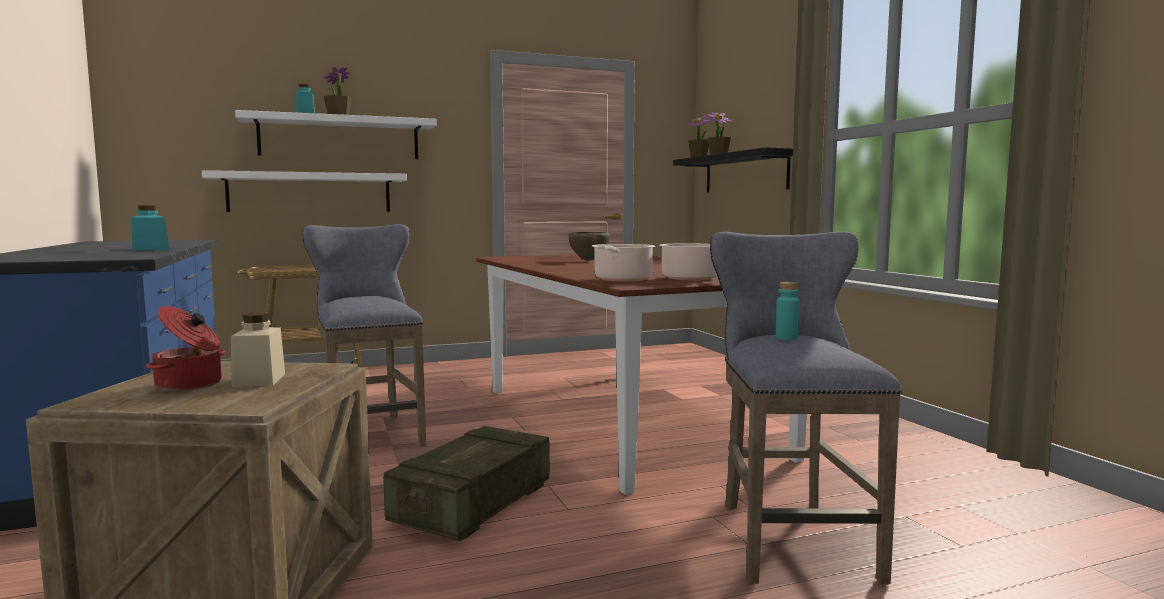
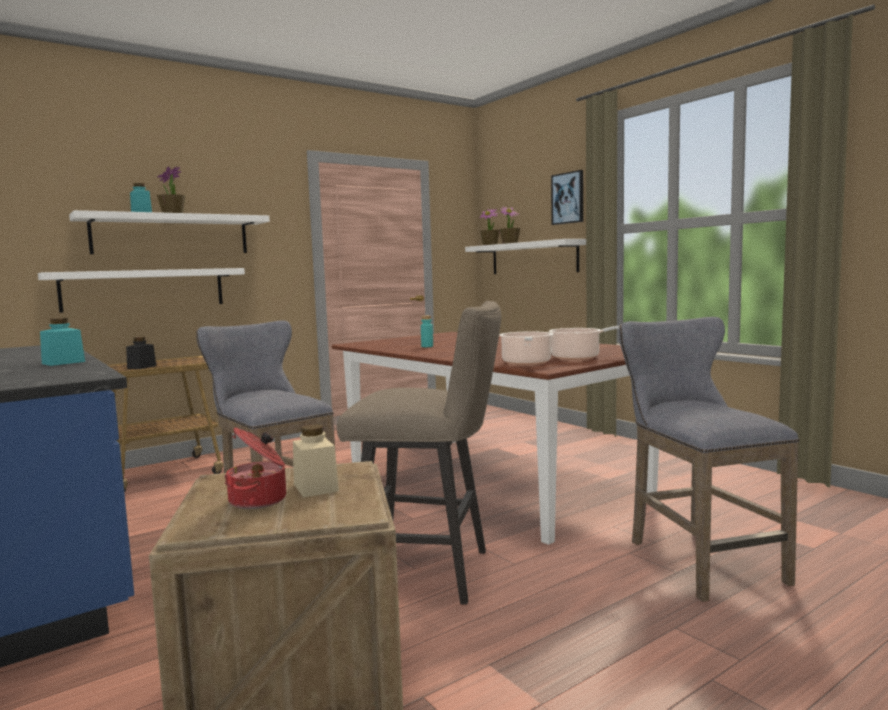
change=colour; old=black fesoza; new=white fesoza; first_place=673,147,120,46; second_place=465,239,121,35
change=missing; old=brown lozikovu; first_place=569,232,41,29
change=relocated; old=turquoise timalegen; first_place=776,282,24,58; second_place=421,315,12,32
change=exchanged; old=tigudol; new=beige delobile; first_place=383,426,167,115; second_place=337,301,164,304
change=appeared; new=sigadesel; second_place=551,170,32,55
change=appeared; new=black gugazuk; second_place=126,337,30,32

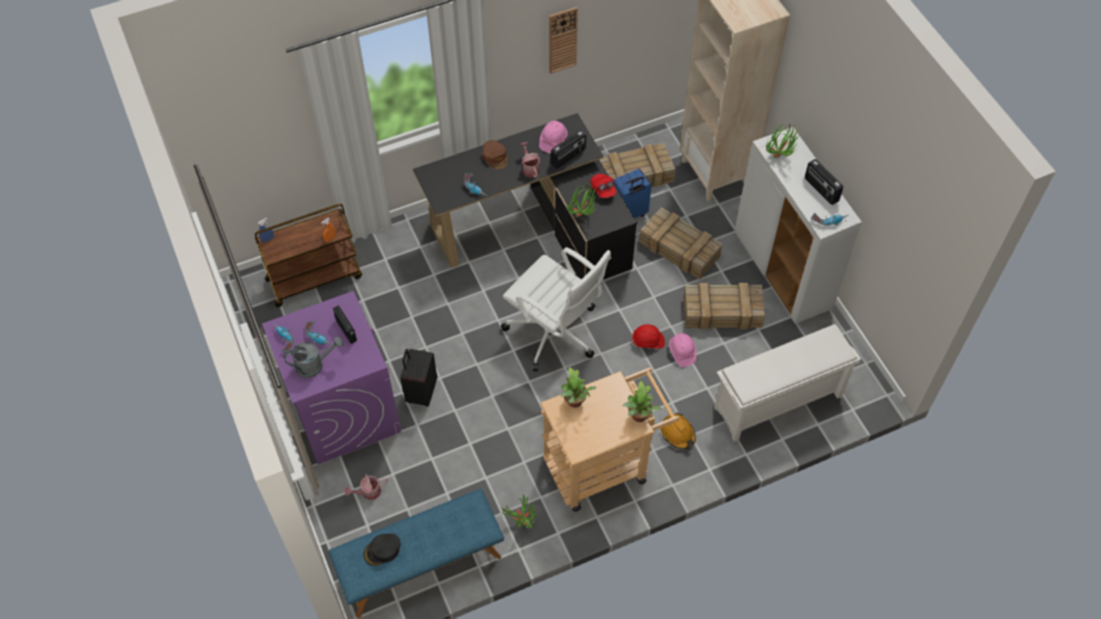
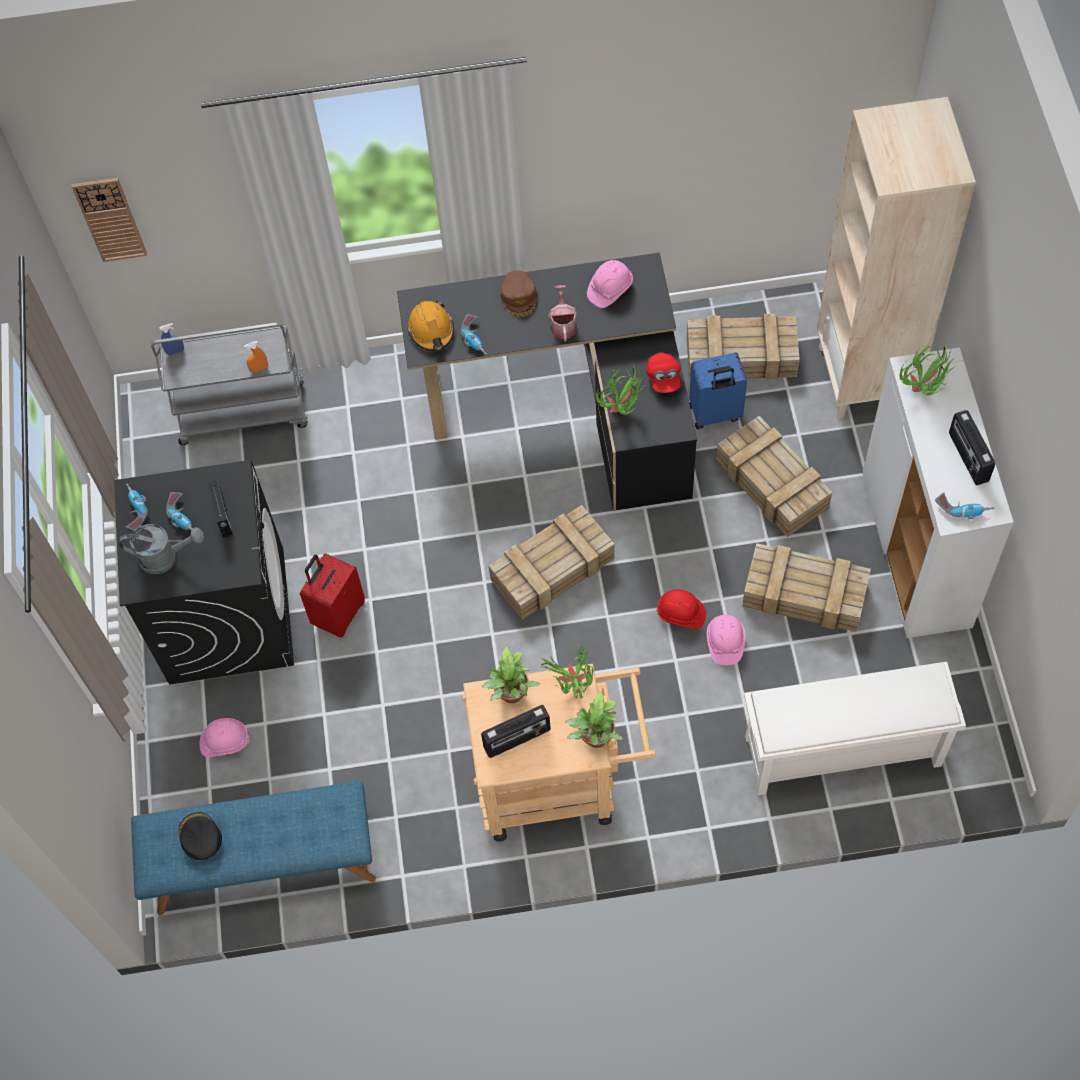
change=relocated; old=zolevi; first_place=549,7,29,67; second_place=72,178,75,84
change=relocated; old=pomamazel; first_place=551,130,35,39; second_place=481,705,70,53
change=colour; old=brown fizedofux; new=grey fizedofux; first_place=255,204,107,103; second_place=151,323,157,122
change=exchanged; old=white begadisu; new=tigudol; first_place=501,247,110,124; second_place=489,505,126,115
change=colour; old=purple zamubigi; new=black zamubigi; first_place=262,291,139,173; second_place=114,460,180,225
change=colour; old=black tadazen; new=red tadazen; first_place=401,349,36,58; second_place=300,553,65,85
change=relocated; old=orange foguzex; first_place=661,412,35,37; second_place=408,300,46,51
change=exchanged; old=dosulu; new=pink foguzex; first_place=345,474,43,26; second_place=200,718,50,39
change=relocated; old=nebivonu; first_place=501,494,35,35; second_place=540,645,54,53
change=spun; old=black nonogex; first_place=363,534,38,32; second_place=179,812,43,48; degrees=75

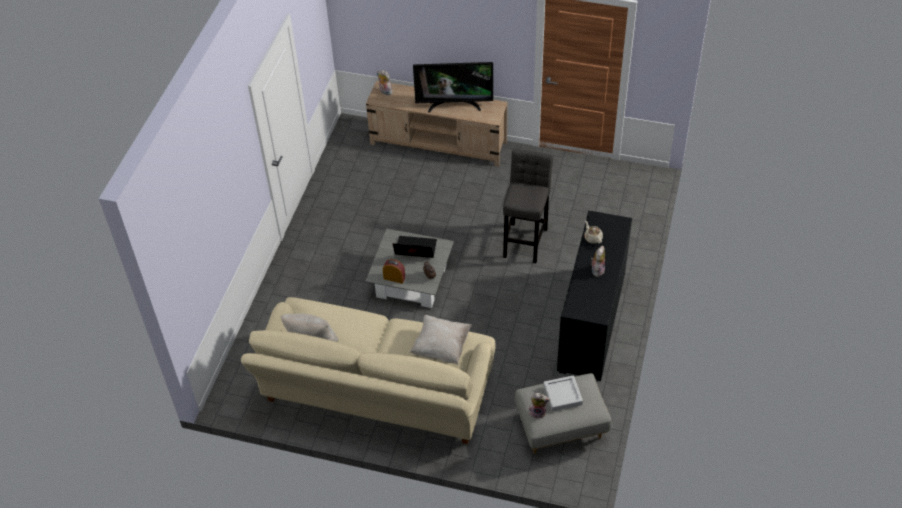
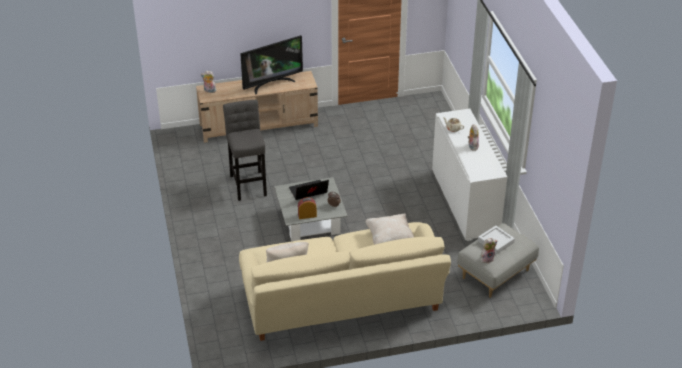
change=relocated; old=grey delobile; first_place=503,149,50,114; second_place=223,100,44,101
change=colour; old=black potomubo; new=white potomubo; first_place=557,211,75,170; second_place=432,108,75,133

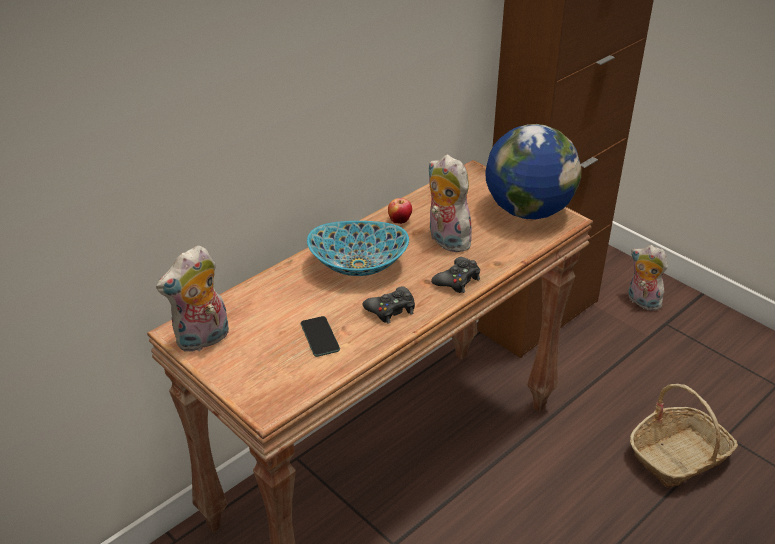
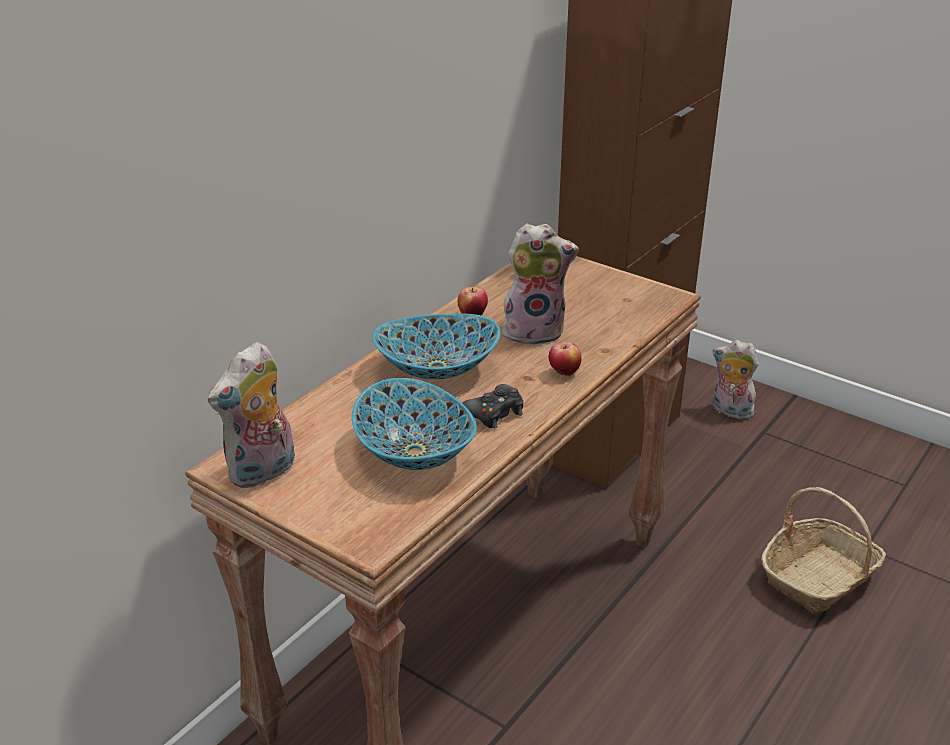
change=missing; old=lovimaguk; first_place=485,124,96,95
change=spun; old=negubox; first_place=428,154,44,98; second_place=503,224,76,121; degrees=135
change=exchanged; old=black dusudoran; new=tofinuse; first_place=431,257,49,36; second_place=549,342,33,34
change=exchanged; old=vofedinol; new=lozikovu; first_place=301,316,39,41; second_place=352,378,125,92

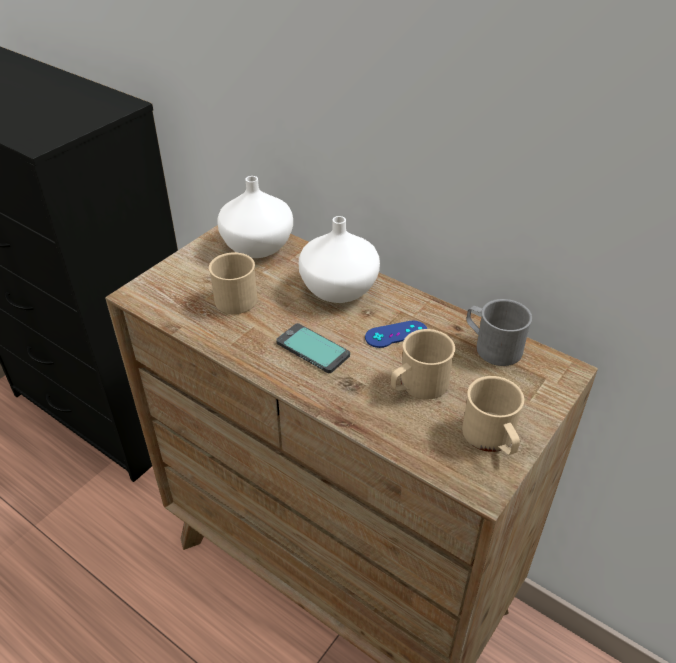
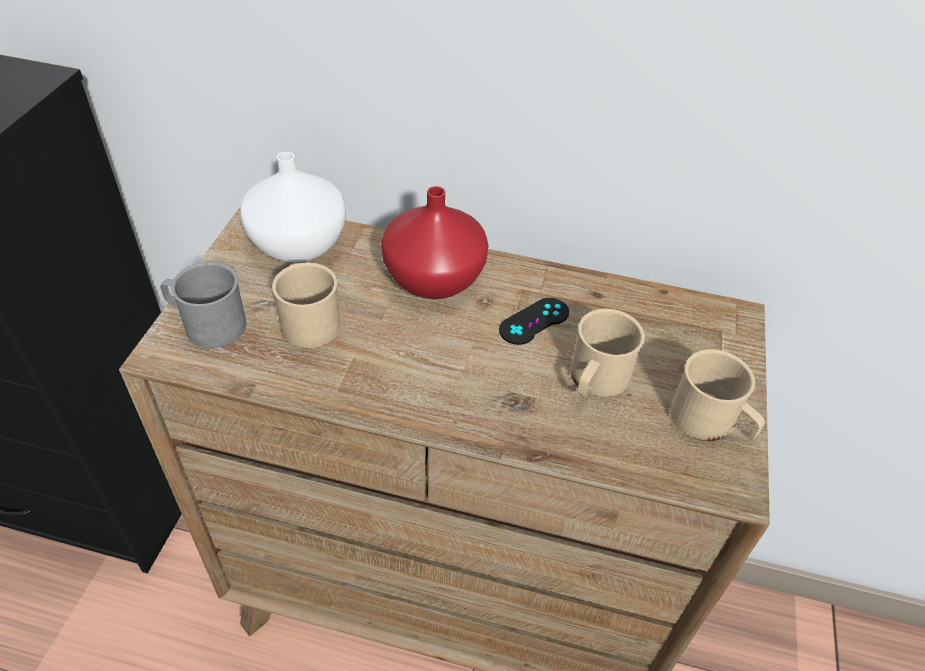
change=colour; old=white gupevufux; new=red gupevufux; first_place=299,216,81,87; second_place=381,186,107,113
change=relocated; old=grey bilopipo; first_place=466,299,66,67; second_place=160,262,86,86
change=colour; old=blue dusudoran; new=black dusudoran; first_place=365,321,62,27; second_place=499,298,70,47
change=missing; old=vofedinol; first_place=276,323,74,50

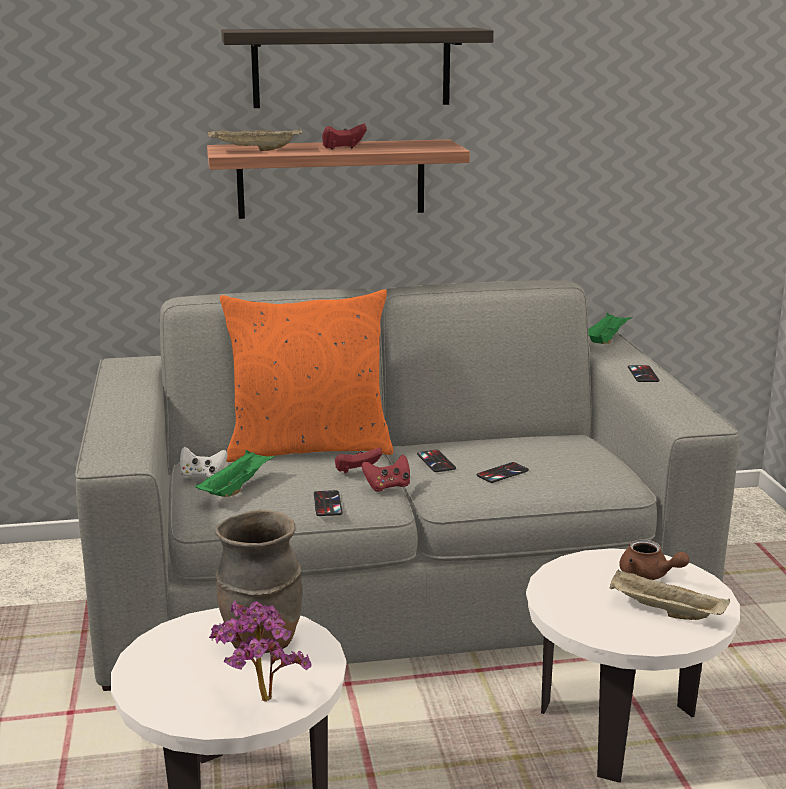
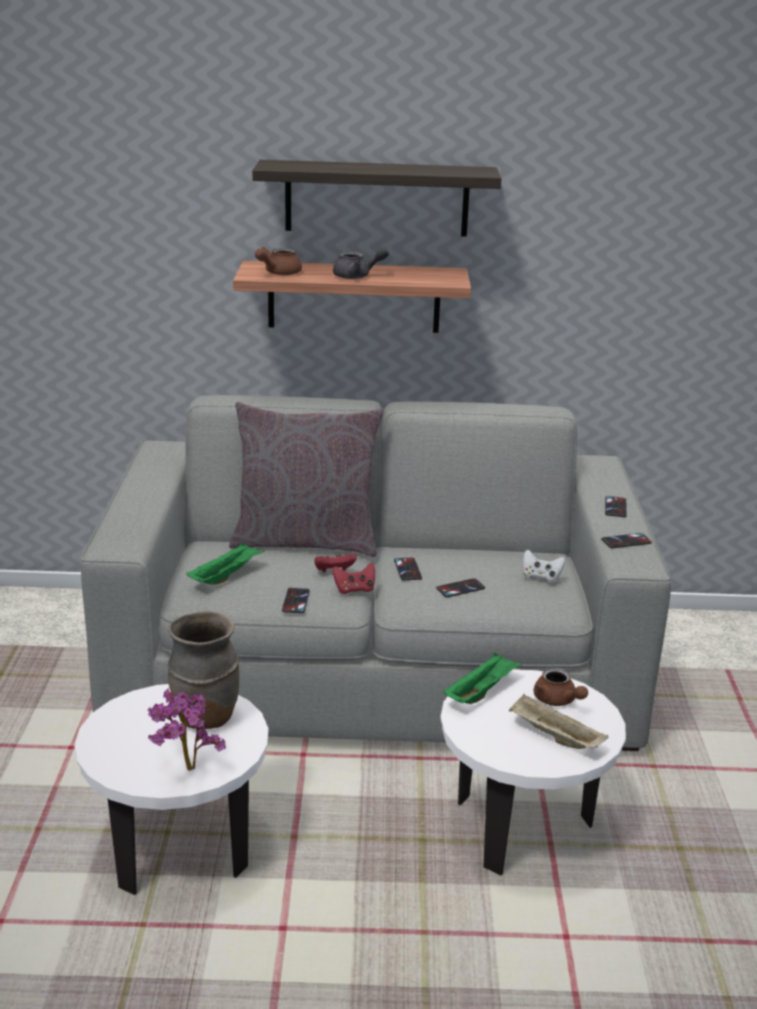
change=exchanged; old=red dusudoran; new=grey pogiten; first_place=322,124,45,26; second_place=333,247,56,32
change=exchanged; old=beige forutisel; new=brown pogiten; first_place=208,127,95,24; second_place=255,247,47,28
change=colour; old=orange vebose; new=grey vebose; first_place=220,289,173,173; second_place=229,402,155,155
change=relocated; old=green forutisel; first_place=588,312,45,32; second_place=443,653,79,51
change=relocated; old=white dusudoran; first_place=180,447,48,31; second_place=523,550,42,32
change=appeared; new=vofedinol; second_place=601,533,51,15

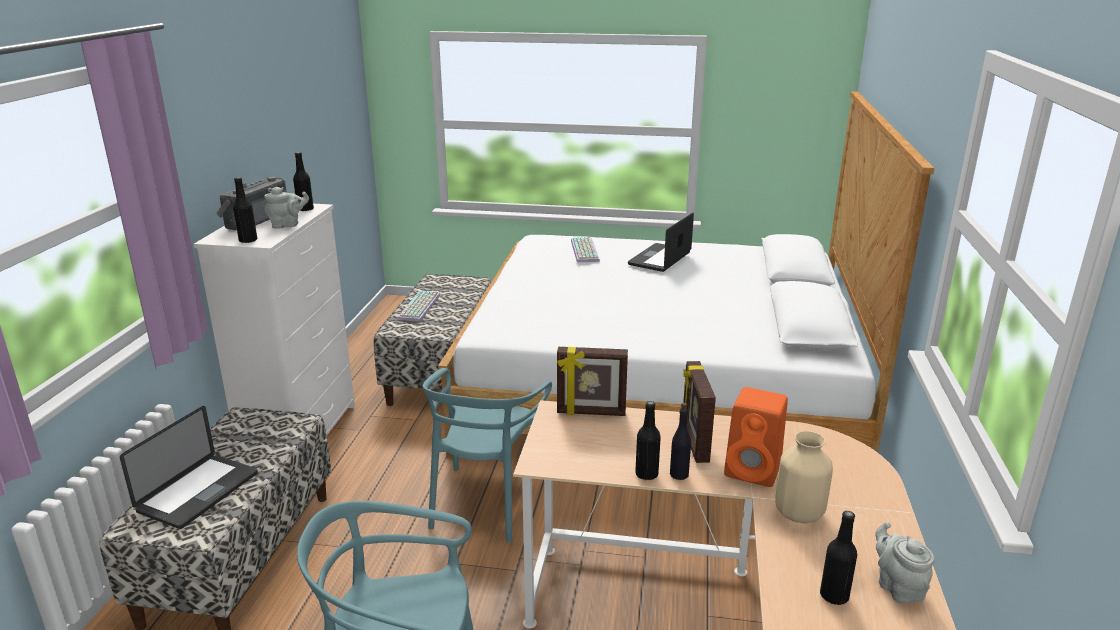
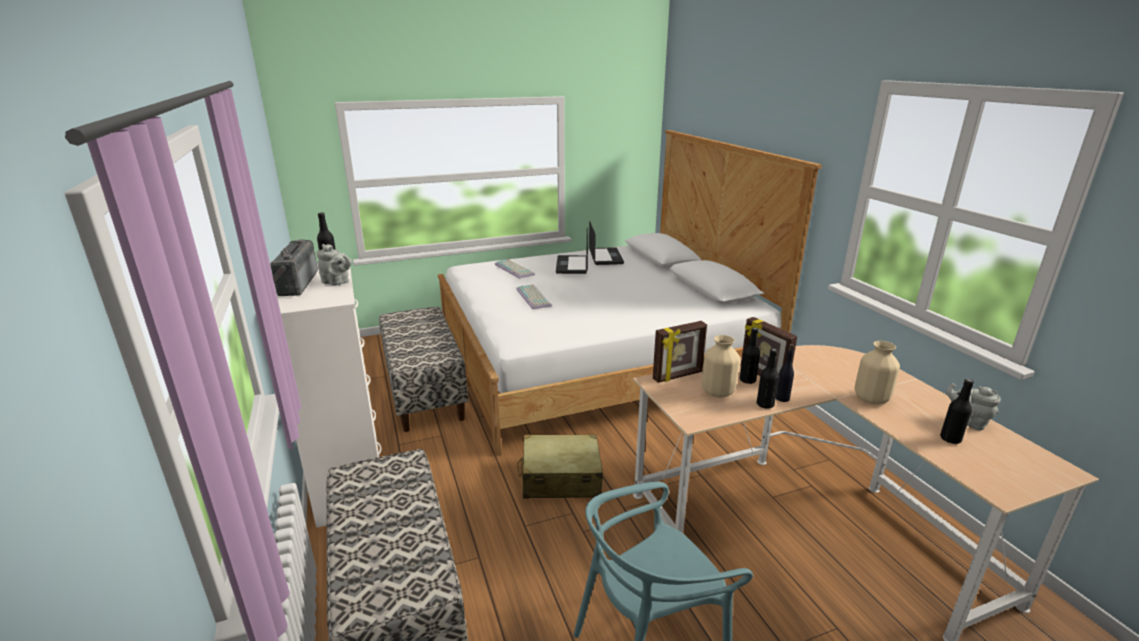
change=relocated; old=black timalegen; first_place=233,177,24,66; second_place=740,327,20,57
change=spun; old=grey pogiten; first_place=264,187,45,42; second_place=317,244,35,42; degrees=75
change=relocated; old=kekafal; first_place=397,291,43,31; second_place=516,284,36,25
change=exchanged; old=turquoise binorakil; new=beige tadazen; first_place=423,368,129,175; second_place=517,434,86,65
change=missing; old=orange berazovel; first_place=724,387,64,100
change=relocated; old=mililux; first_place=120,406,138,123; second_place=589,222,35,43
change=appeared; new=beige gupevufux; second_place=702,335,38,63

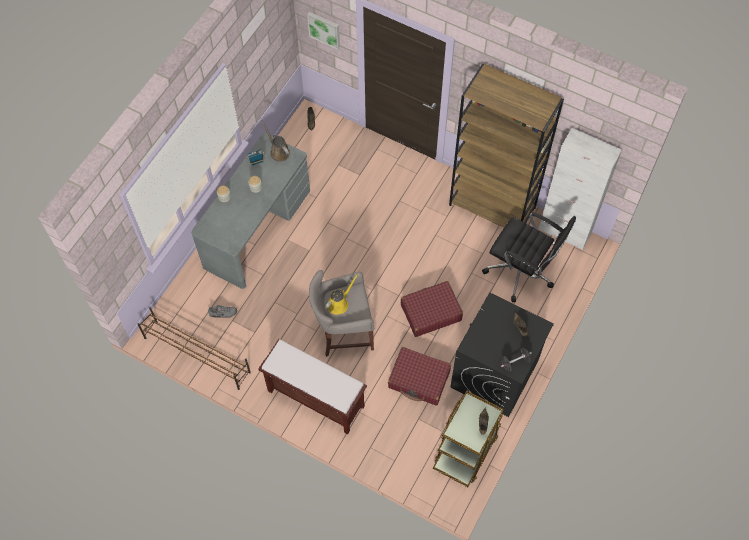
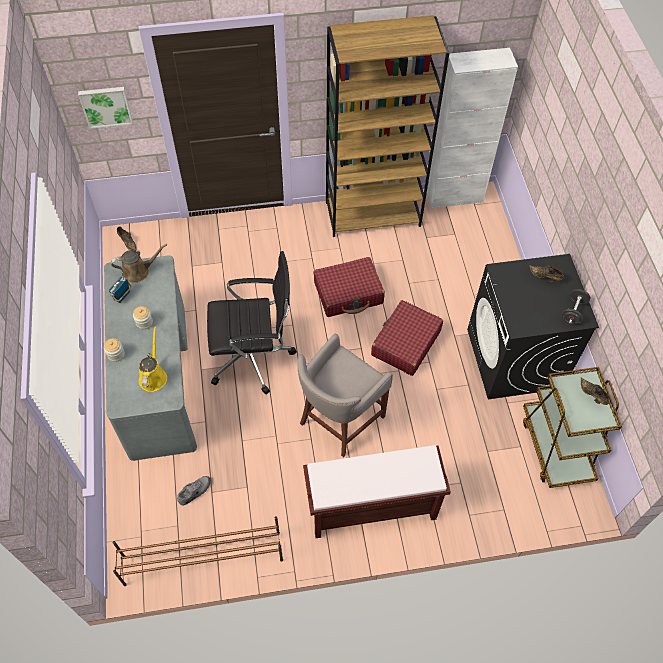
change=spun; old=brown dosulu; first_place=262,120,28,41; second_place=111,244,56,39; degrees=150
change=relocated; old=black begadisu; first_place=482,212,94,90; second_place=207,251,90,144
change=relocated; old=yellow dosulu; first_place=325,274,34,41; second_place=139,326,28,66
change=relocated; old=red tadazen; first_place=388,347,63,58; second_place=313,257,72,60

